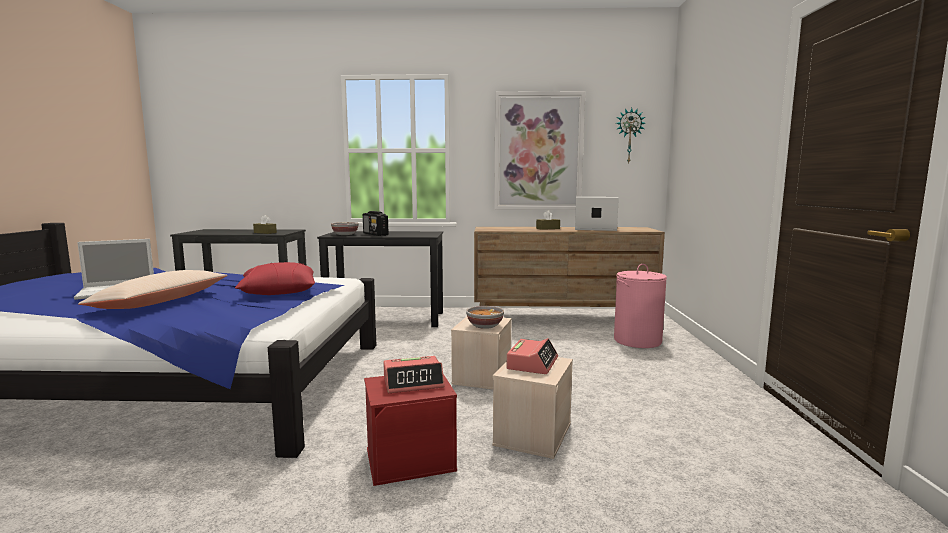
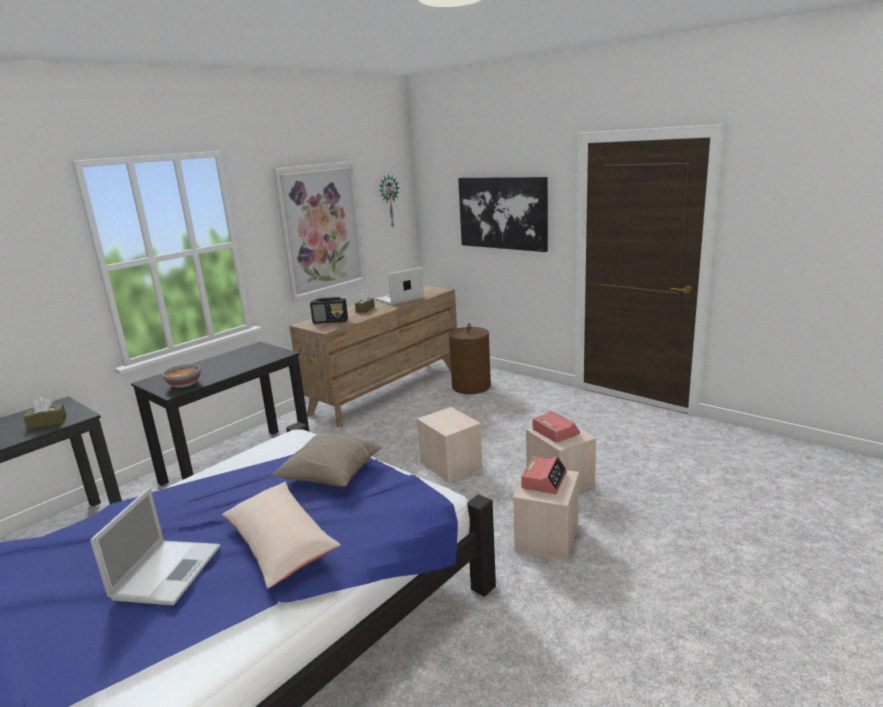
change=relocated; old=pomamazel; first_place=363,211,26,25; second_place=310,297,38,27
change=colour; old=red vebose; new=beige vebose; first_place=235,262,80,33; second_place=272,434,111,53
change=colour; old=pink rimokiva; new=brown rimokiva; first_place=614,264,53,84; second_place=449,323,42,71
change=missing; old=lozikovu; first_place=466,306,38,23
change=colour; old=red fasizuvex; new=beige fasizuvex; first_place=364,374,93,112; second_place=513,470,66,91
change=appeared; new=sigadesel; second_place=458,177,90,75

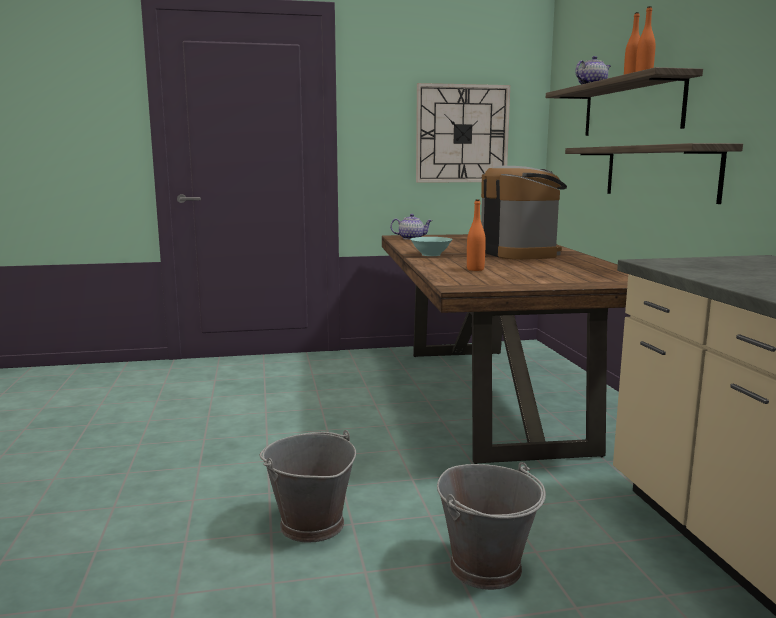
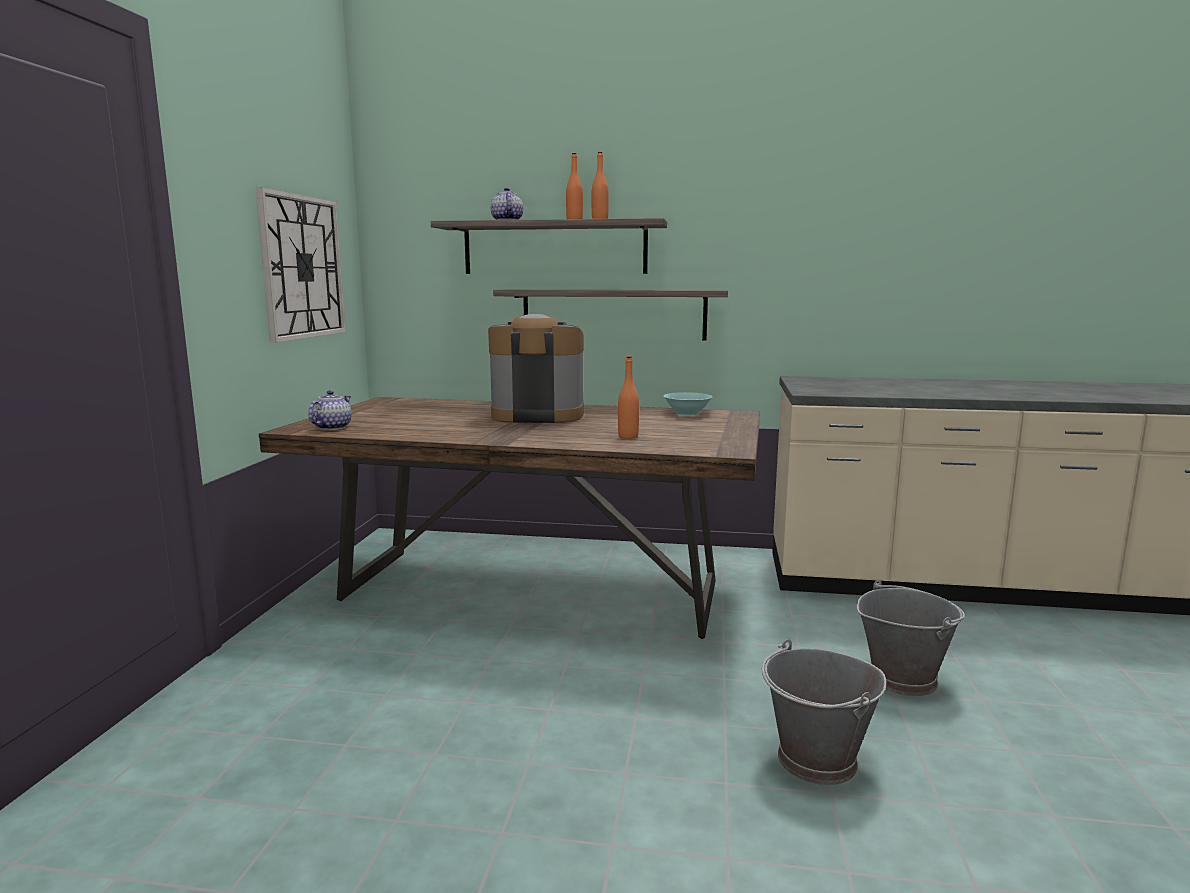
change=relocated; old=turquoise lozikovu; first_place=410,237,43,19; second_place=664,392,48,24

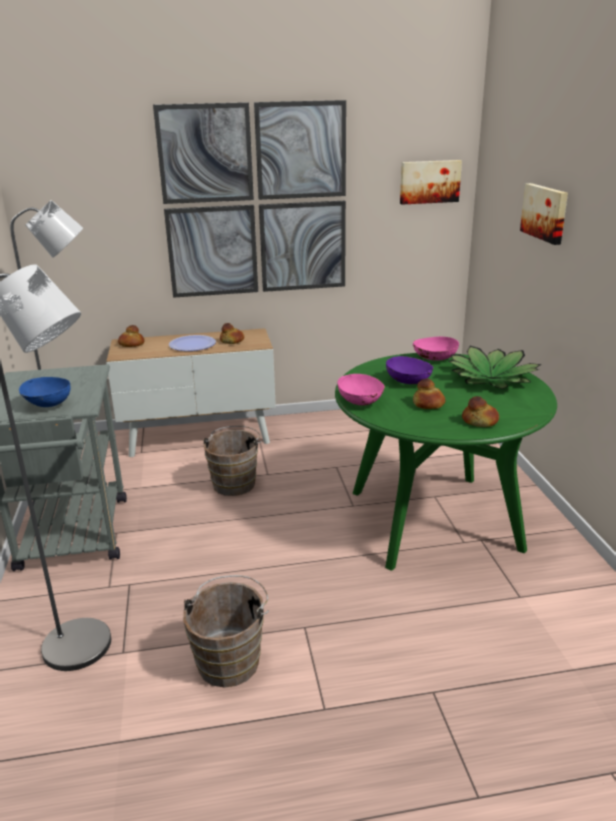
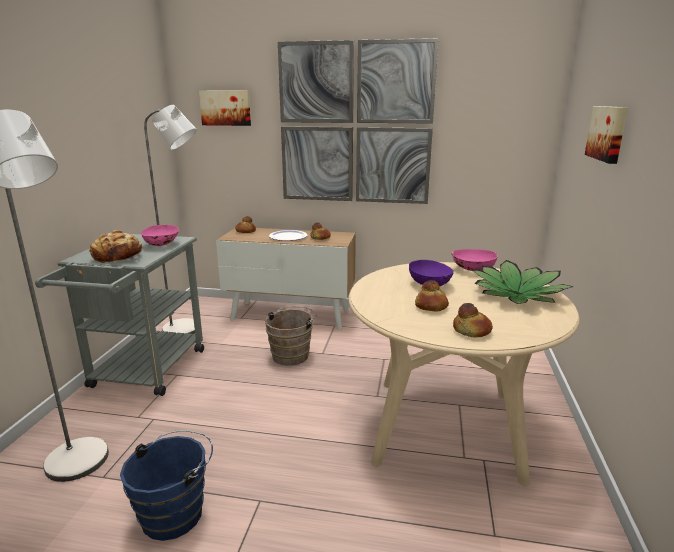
change=relocated; old=sigadesel; first_place=400,160,62,45; second_place=199,90,52,36
change=colour; old=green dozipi; new=beige dozipi; first_place=335,353,222,218; second_place=349,262,231,225
change=relocated; old=pink lozikovu; first_place=338,374,47,32; second_place=141,225,38,21
change=exchanged; old=blue lozikovu; new=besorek; first_place=18,377,53,30; second_place=89,230,53,33
change=colour; old=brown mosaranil; new=blue mosaranil; first_place=183,575,86,112; second_place=120,430,93,111

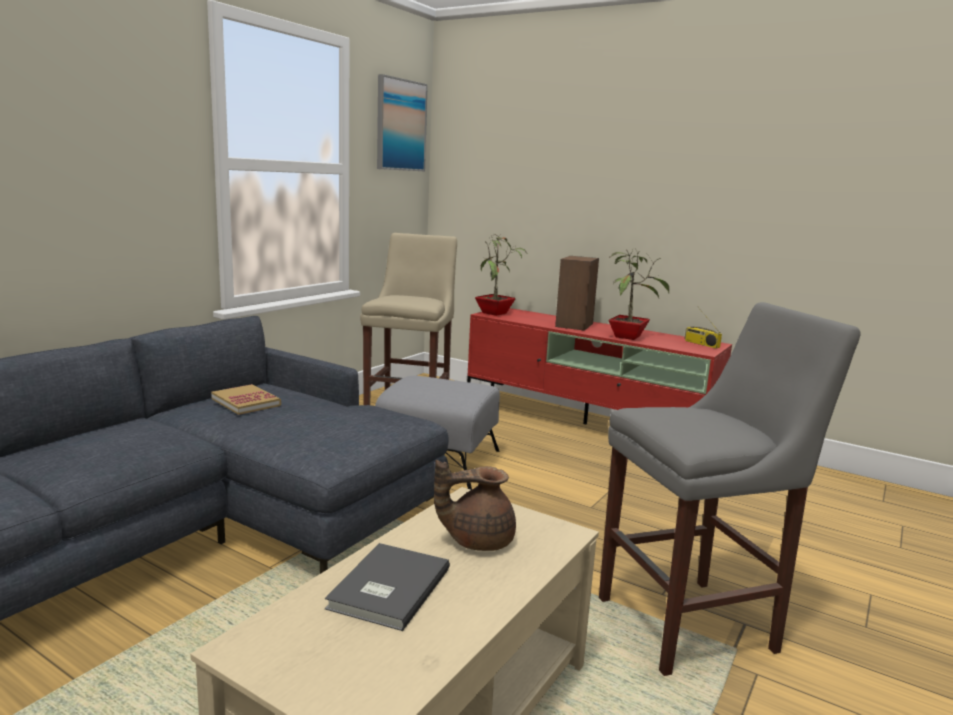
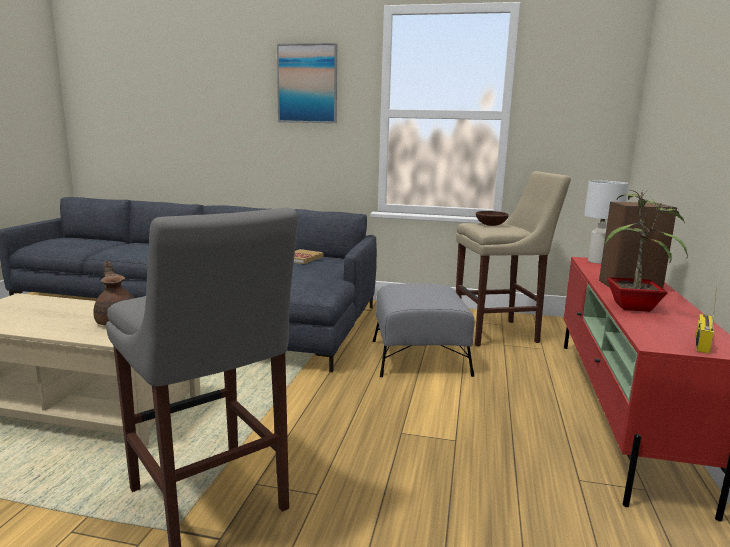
change=relocated; old=sigadesel; first_place=377,74,51,97; second_place=277,43,60,80
change=exchanged; old=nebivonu; new=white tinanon; first_place=475,236,53,80; second_place=584,181,45,83
change=missing; old=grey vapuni; first_place=325,543,125,88
change=appeared; new=brown lozikovu; second_place=476,211,33,15

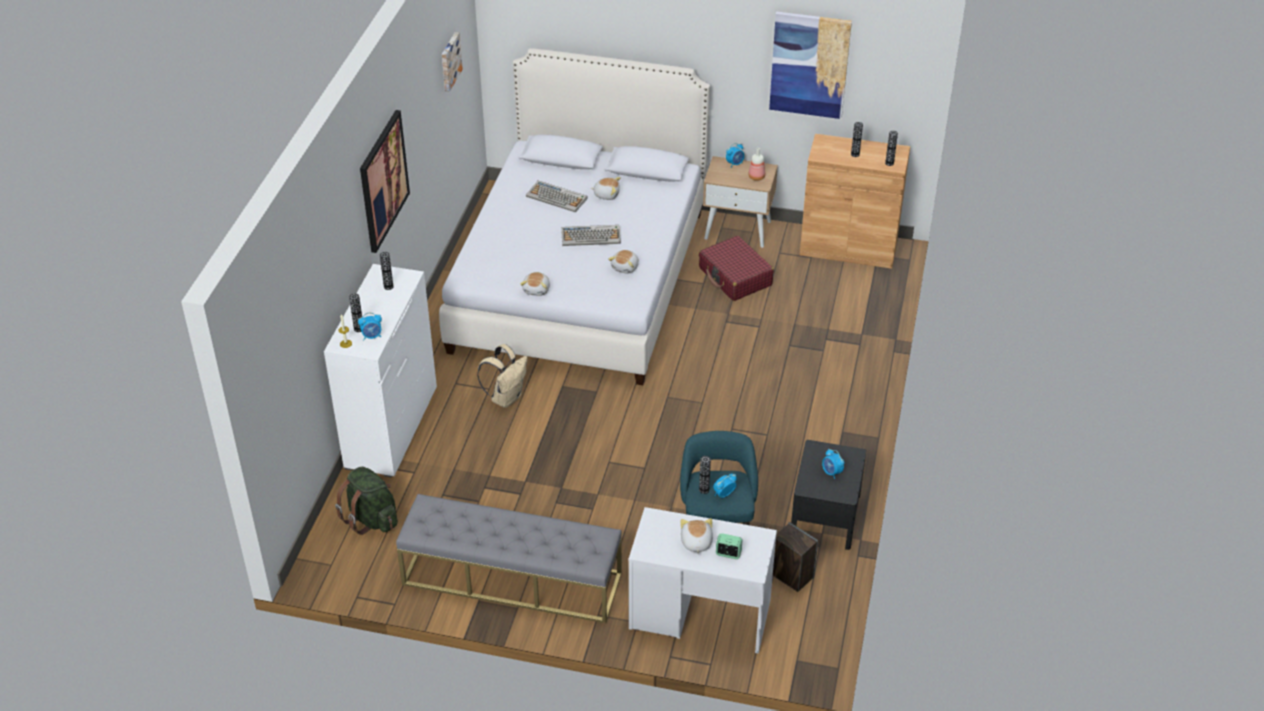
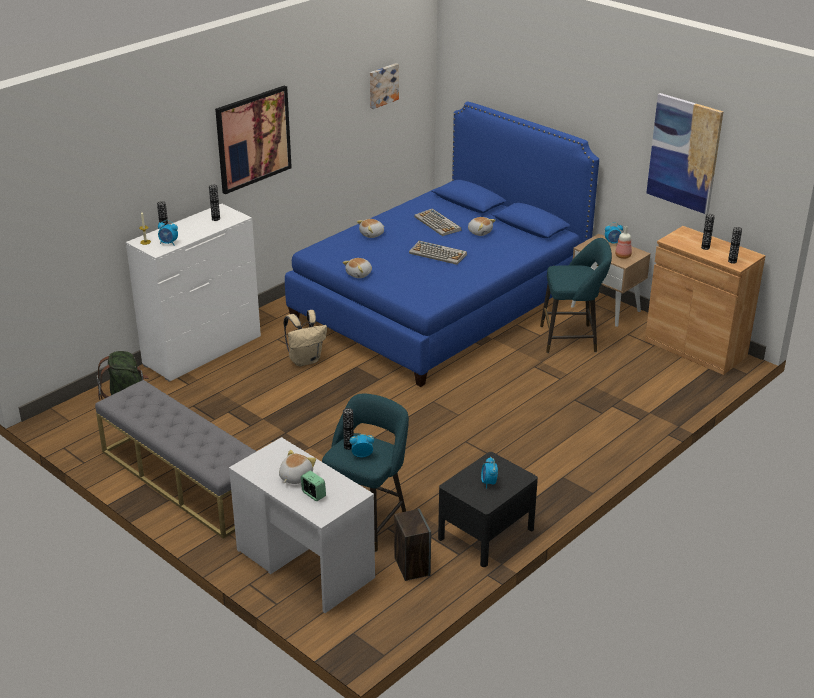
change=colour; old=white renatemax; new=blue renatemax; first_place=439,48,271,337; second_place=285,102,314,285
change=exchanged; old=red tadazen; new=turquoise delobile; first_place=699,235,75,66; second_place=540,238,72,115
change=relocated; old=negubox; first_place=608,250,31,24; second_place=357,219,28,19

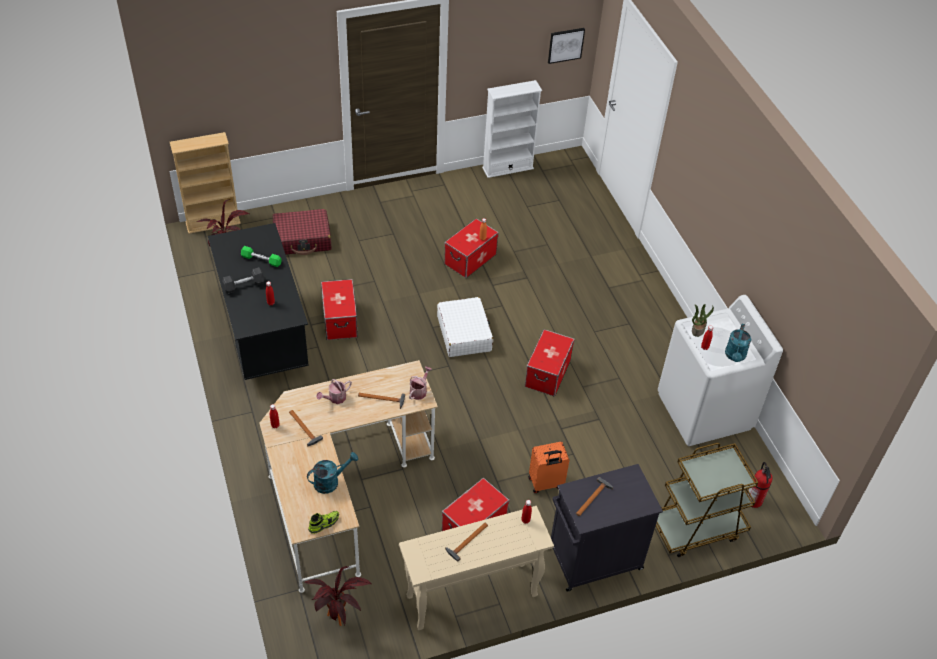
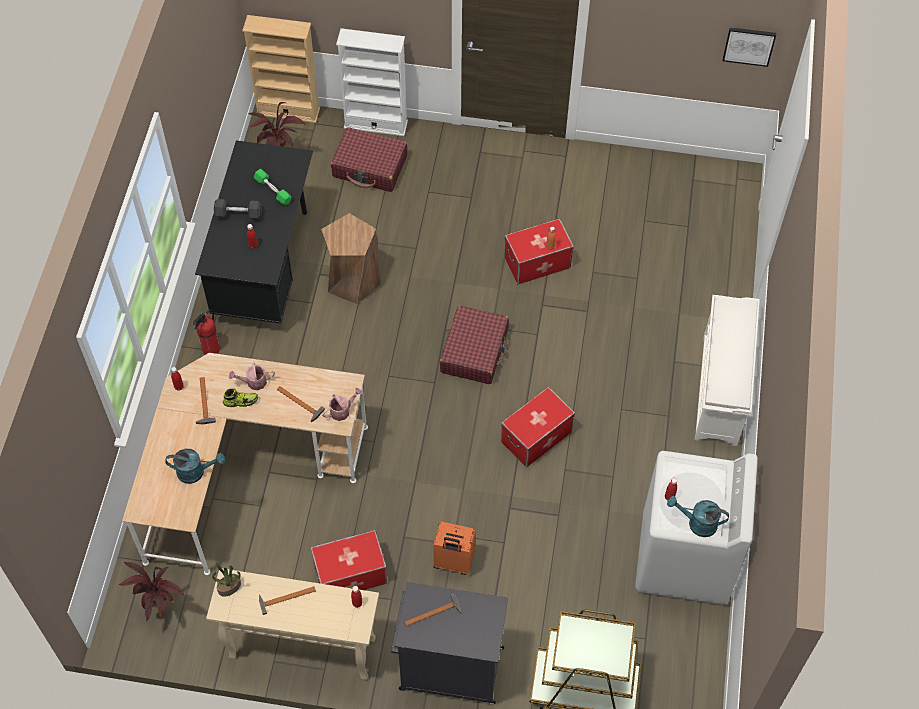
change=relocated; old=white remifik; first_place=482,80,60,98; second_place=336,28,72,108
change=exchanged; old=fasizuvex; new=brown delobile; first_place=321,279,37,61; second_place=321,213,59,91
change=colour; old=white tadazen; new=red tadazen; first_place=437,297,56,60; second_place=440,305,69,79
change=relocated; old=nebivonu; first_place=692,304,22,33; second_place=212,562,29,35
change=spun; old=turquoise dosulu; first_place=725,324,26,38; second_place=667,496,62,41; degrees=60
change=relocated; old=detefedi; first_place=747,462,26,46; second_place=193,310,27,45
change=relocated; old=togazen; first_place=308,511,31,23; second_place=223,388,35,19
change=appeared; new=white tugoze; second_place=695,295,65,151

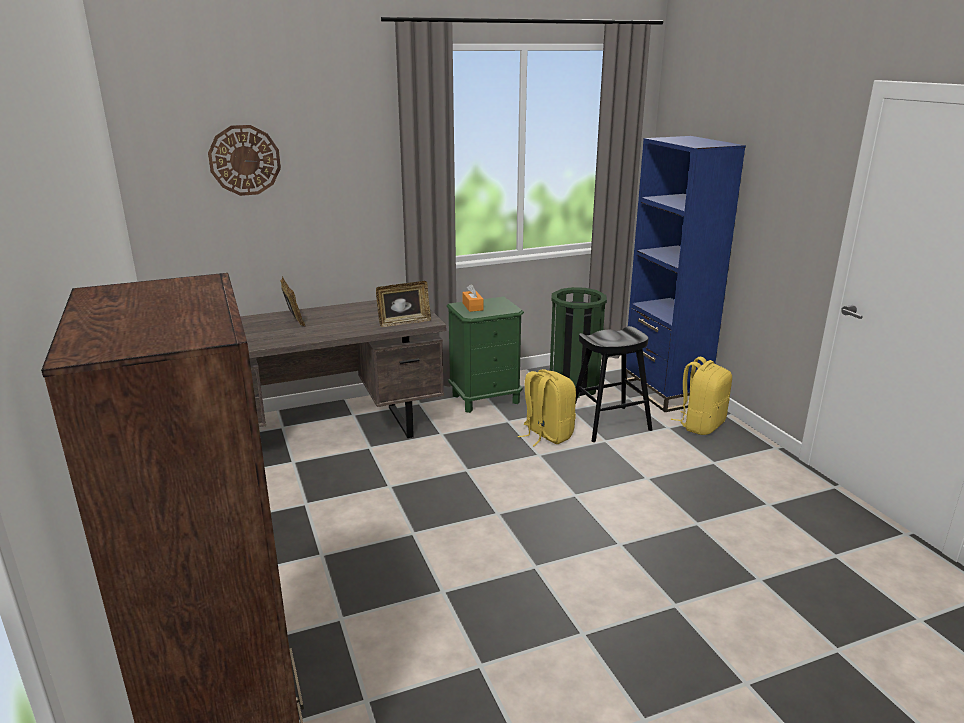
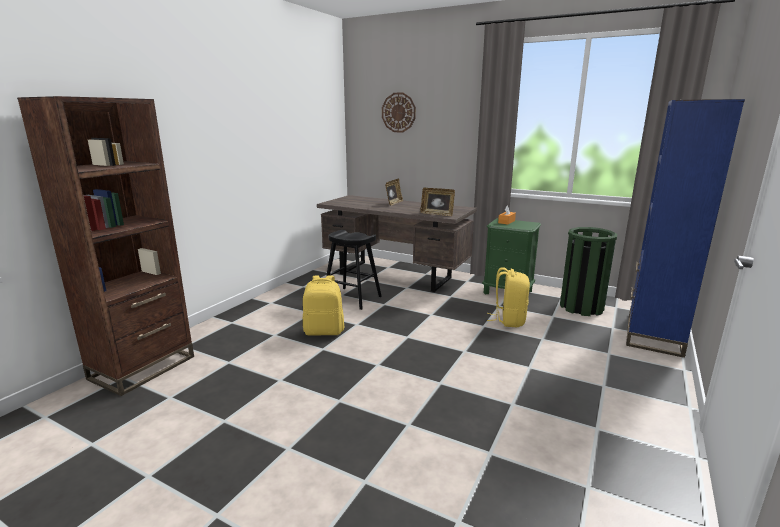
change=relocated; old=black delobile; first_place=575,326,77,116; second_place=326,230,56,80
change=relocated; old=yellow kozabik; first_place=671,357,61,78; second_place=303,275,41,60

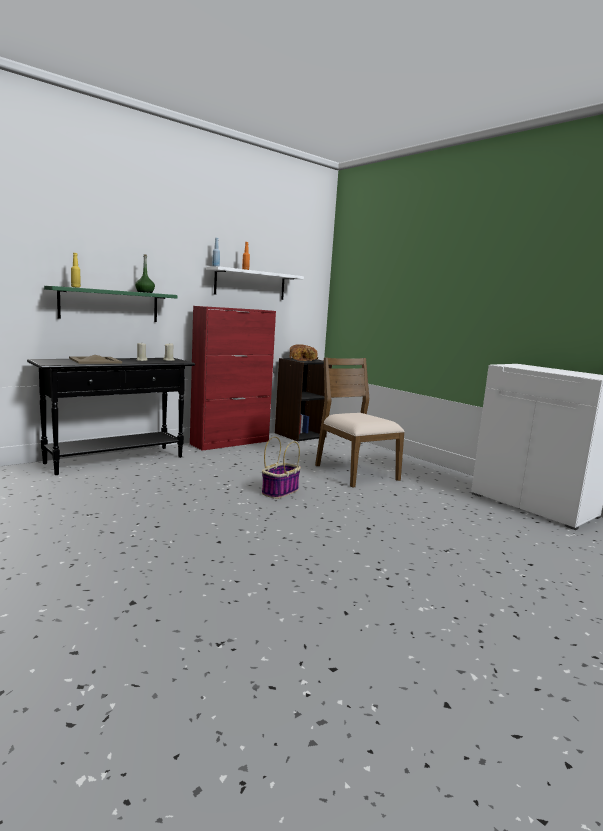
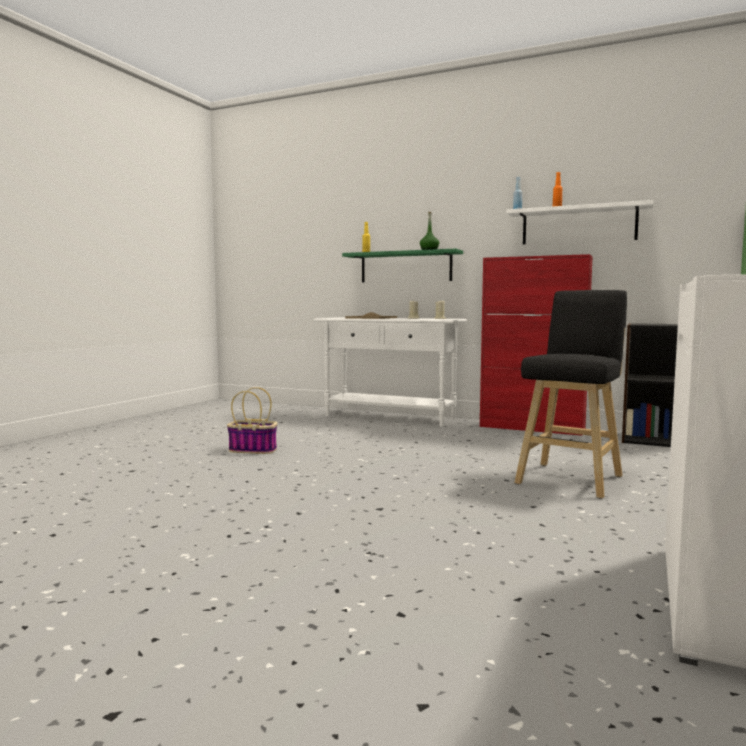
change=missing; old=besorek; first_place=289,344,29,17
change=exchanged; old=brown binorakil; new=black delobile; first_place=315,357,90,131; second_place=514,290,113,209
change=colour; old=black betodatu; new=white betodatu; first_place=27,358,168,117; second_place=314,318,153,109
change=relocated; old=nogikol; first_place=262,437,39,62; second_place=227,387,50,67

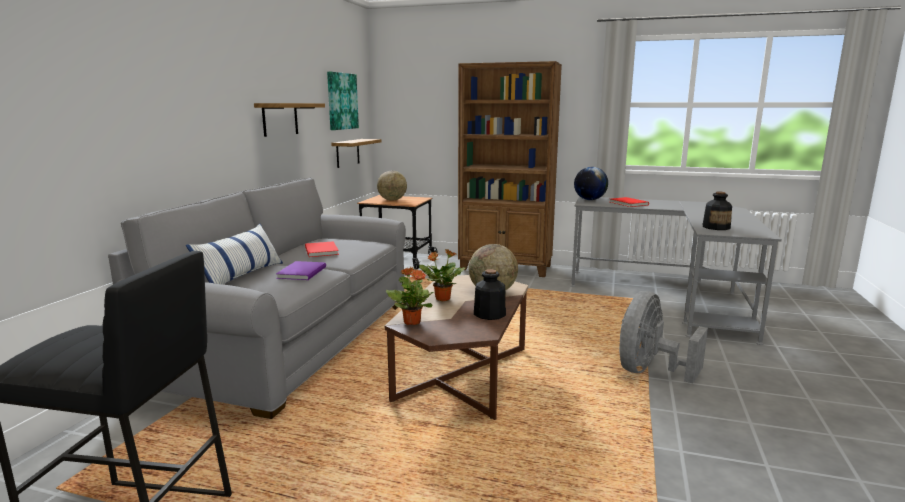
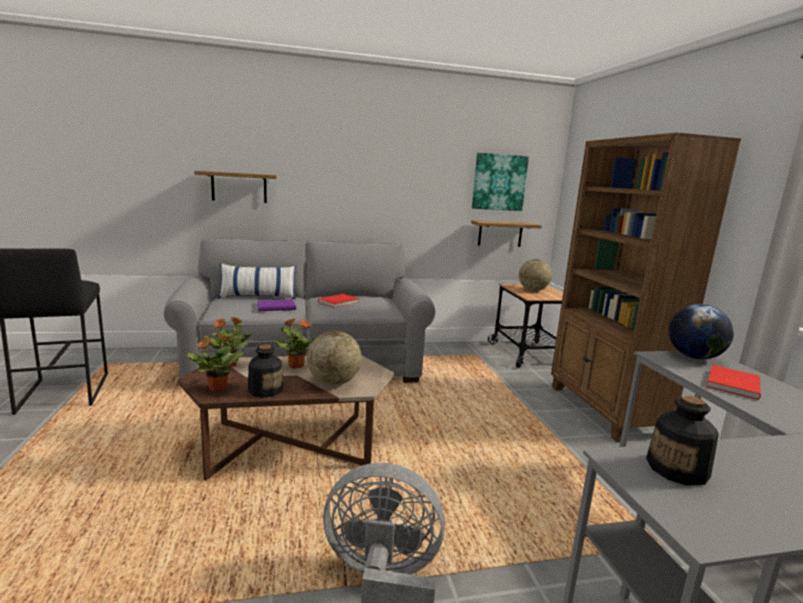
change=relocated; old=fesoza; first_place=254,103,71,34; second_place=194,170,83,33
change=appeared; new=nebivonu; second_place=187,333,57,59

